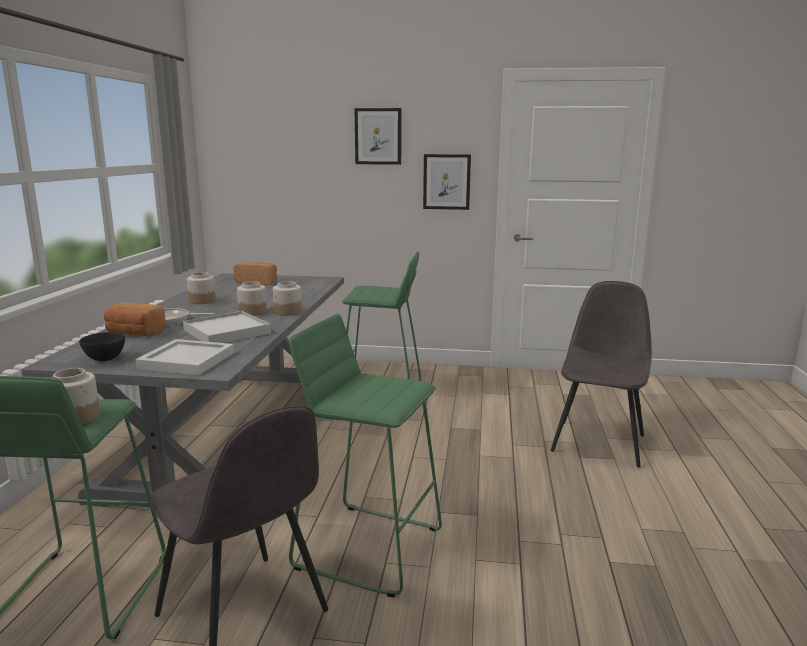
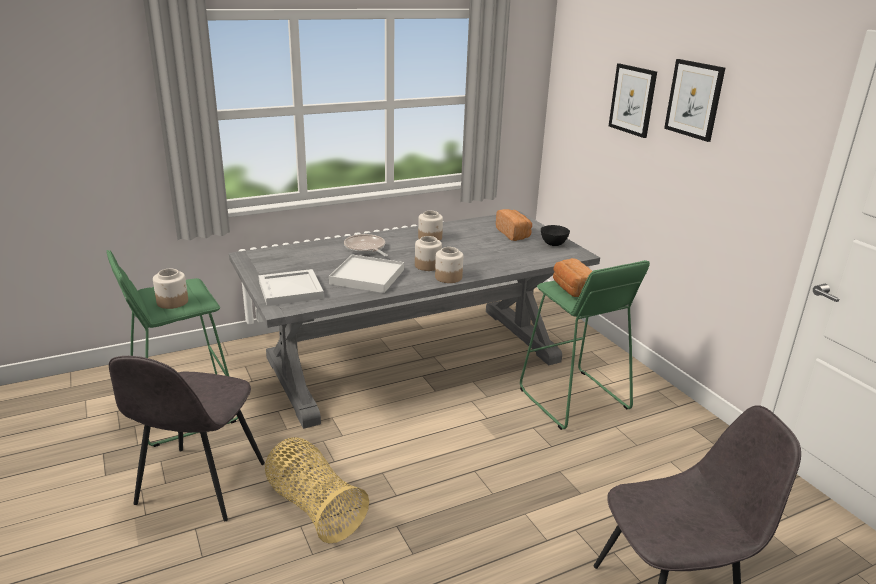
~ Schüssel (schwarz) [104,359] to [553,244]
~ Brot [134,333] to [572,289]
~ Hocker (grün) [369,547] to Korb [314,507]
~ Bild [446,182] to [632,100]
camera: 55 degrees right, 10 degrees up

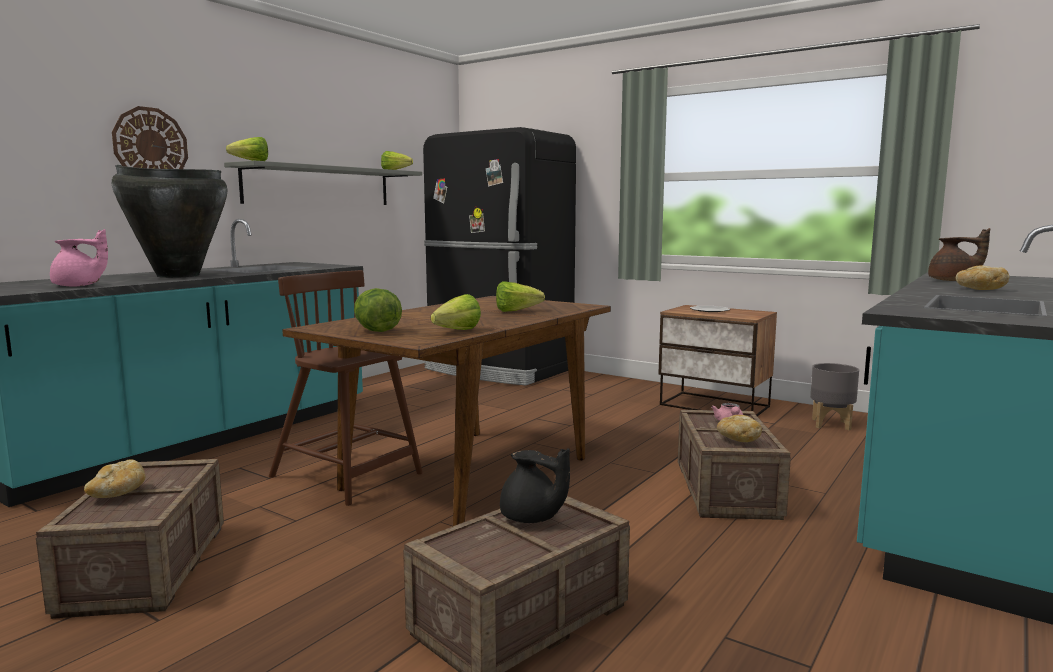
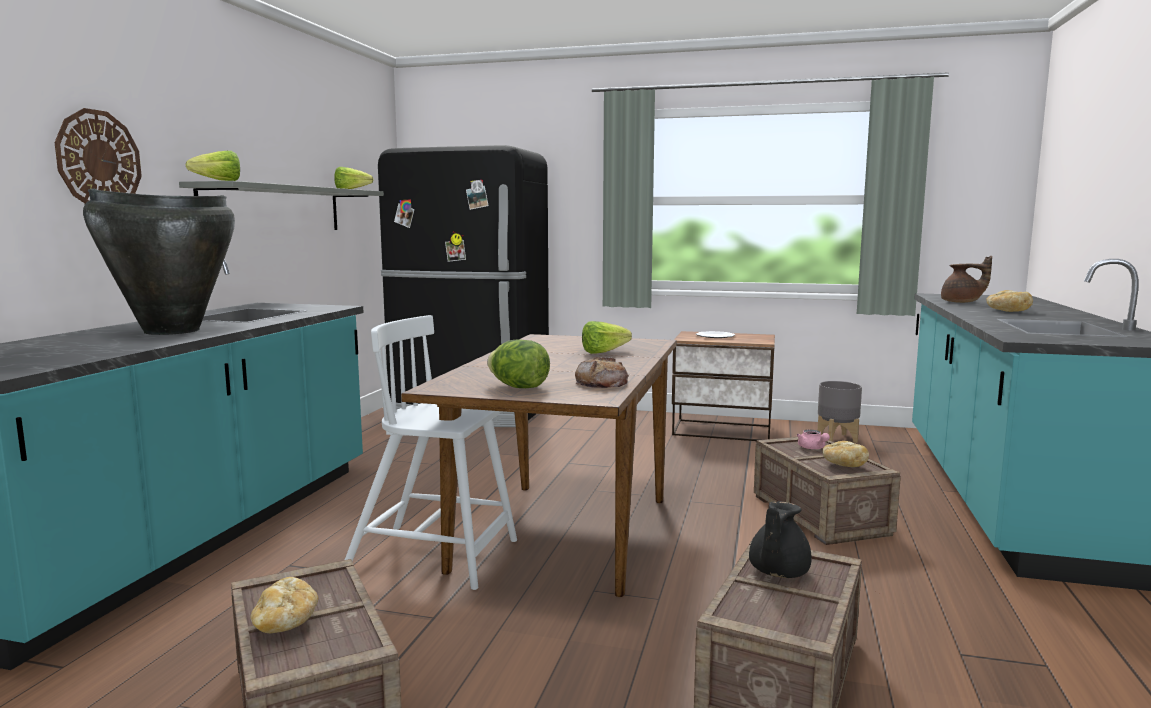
- Teekanne (rosa) [79,286]
~ Stuhl (braun) [348,476] to Stuhl (weiß) [436,556]
~ Salatkopf [452,332] to Brot [602,382]
~ Teekanne (schwarz) [532,518] = [777,571] 105 degrees clockwise
camera: 20 degrees left, 0 degrees up

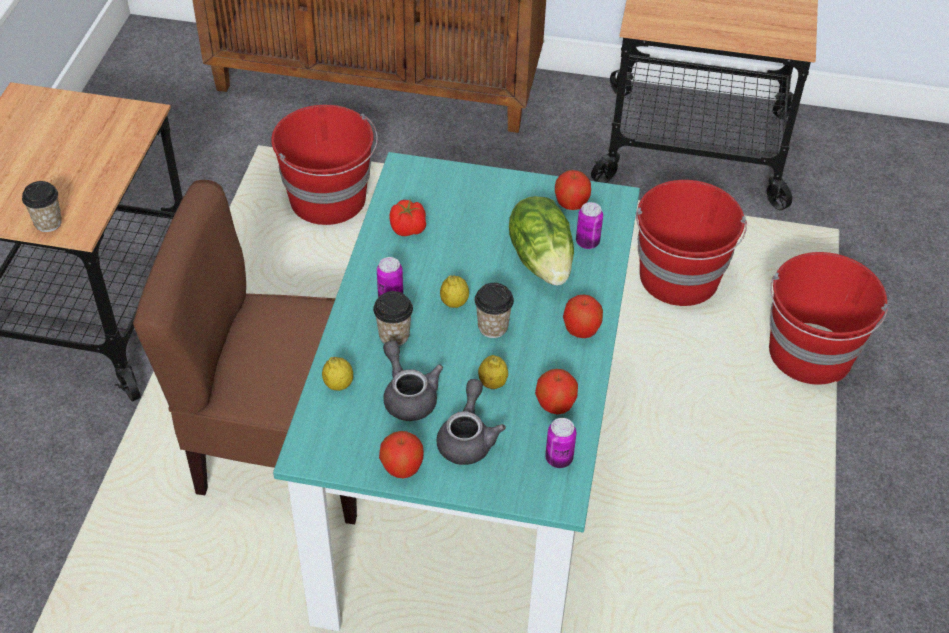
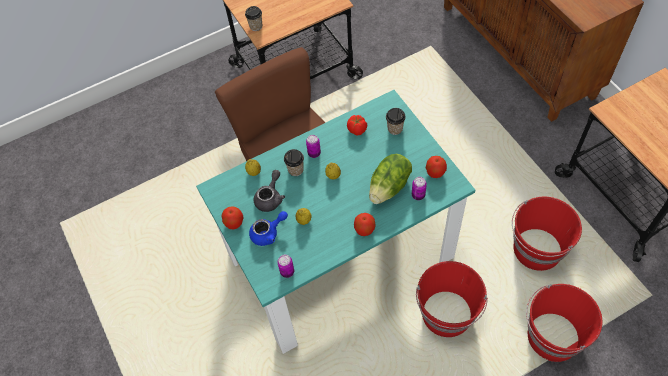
~ Eimer (rot) [329,201] to [447,315]
~ Teekanne (grau) [468,438] to Teekanne (blau) [268,233]
~ Tasse [493,327] to [395,129]
- Apfel [555,404]
camera: 55 degrees right, 10 degrees up

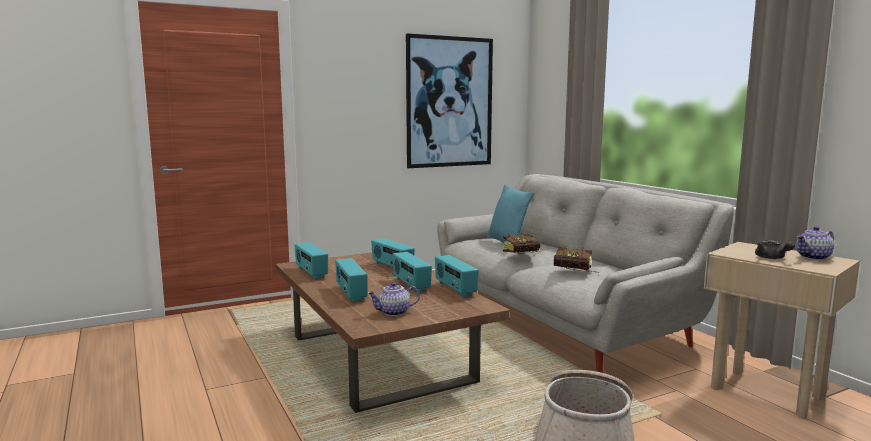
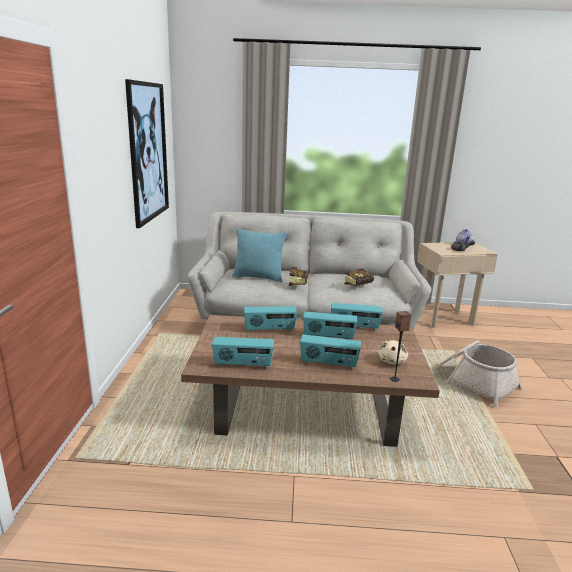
~ Teekanne [393,313] to Plüschtier (beige) [392,361]
+ Lautsprecher [395,379]
camera: 60 degrees left, 10 degrees up

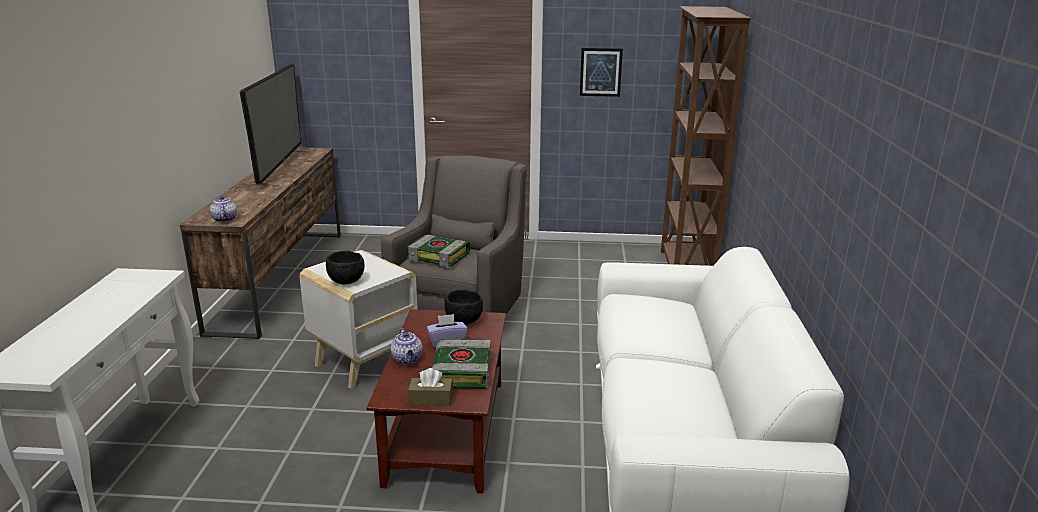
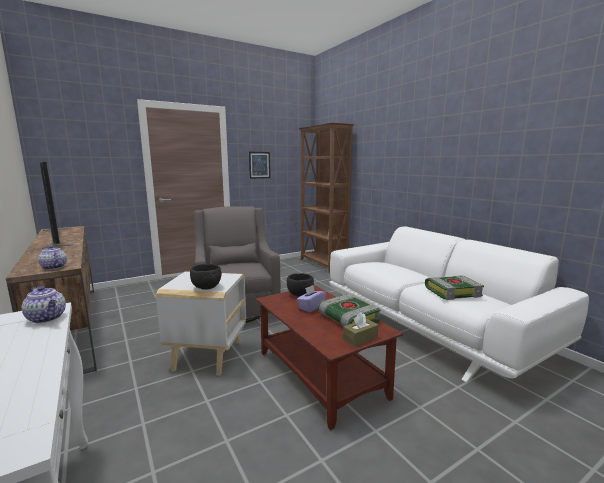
~ Teekanne [407,359] to [47,318]
~ Buch [440,256] to [452,292]
camera: 35 degrees left, 10 degrees down

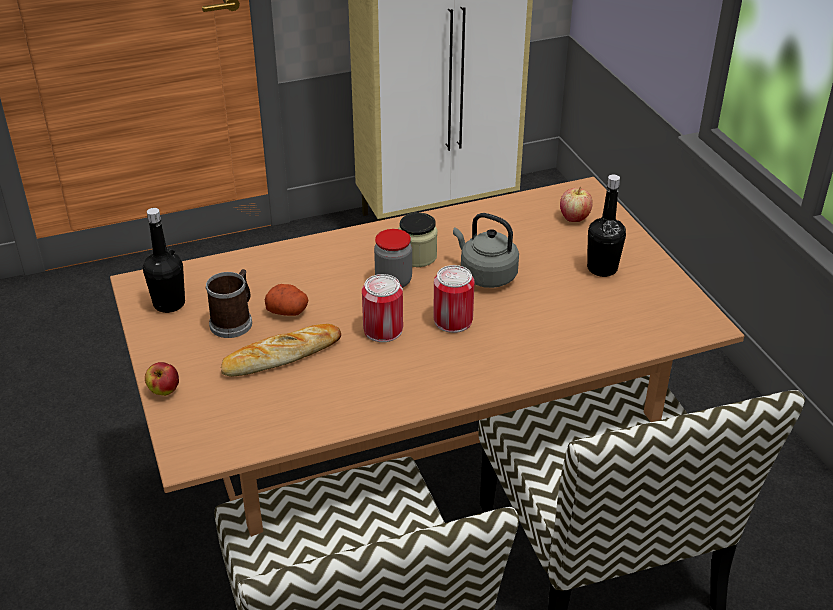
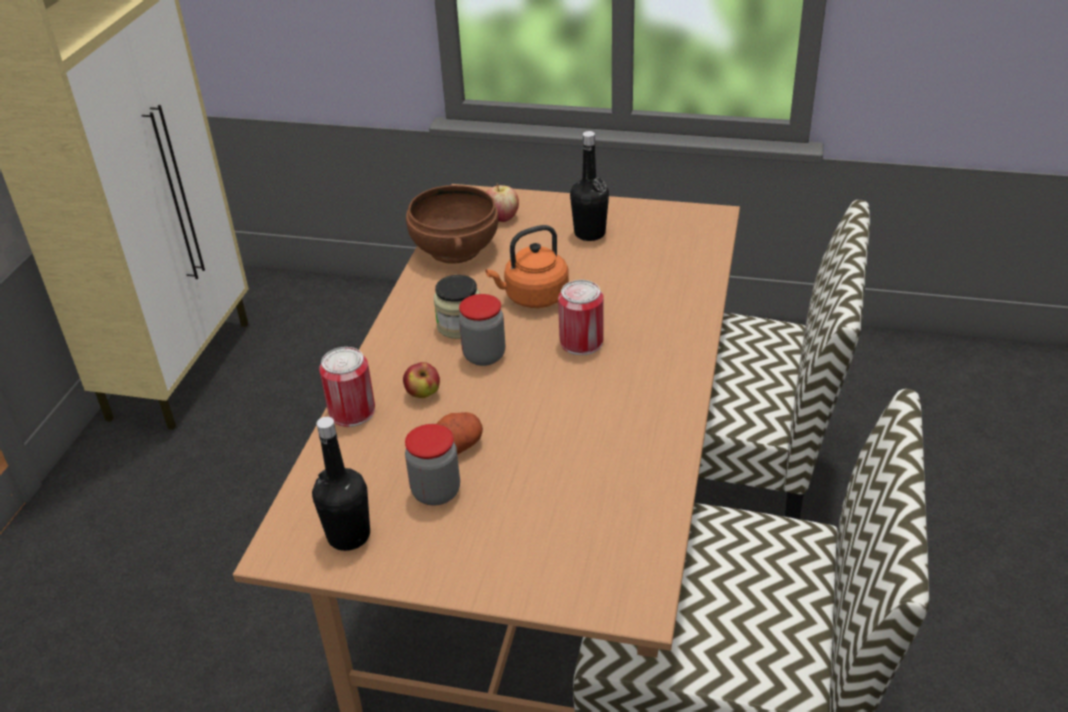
~ Apfel [164,391] to [423,394]
~ Henkelbecher [234,321] to Vorratsglas [436,492]
- Brot [281,356]
~ Dose [383,330] to [352,411]
~ Wasserkessel (grau) [485,275] to Wasserkessel (orange) [533,297]
+ Schüssel (braun) [454,250]
camera: 55 degrees left, 0 degrees up

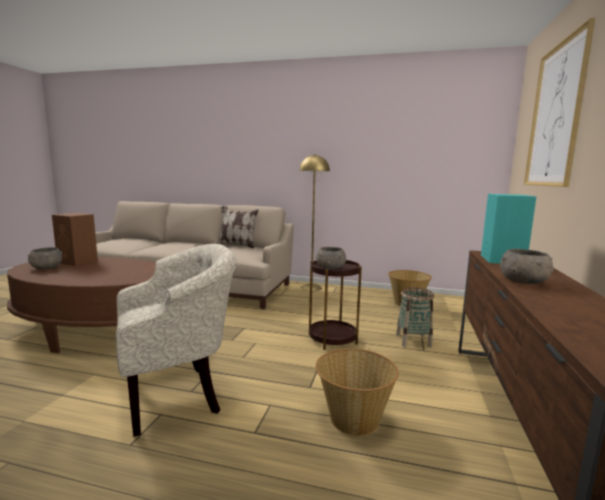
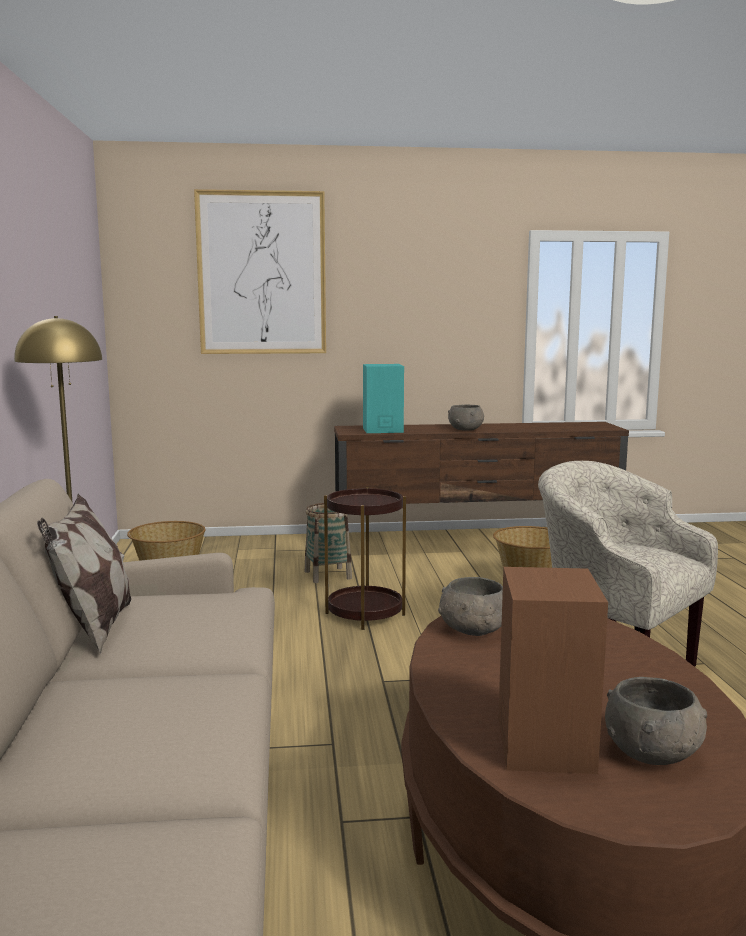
~ Schüssel (grau) [330,268] to [473,630]
camera: 110 degrees left, 0 degrees up

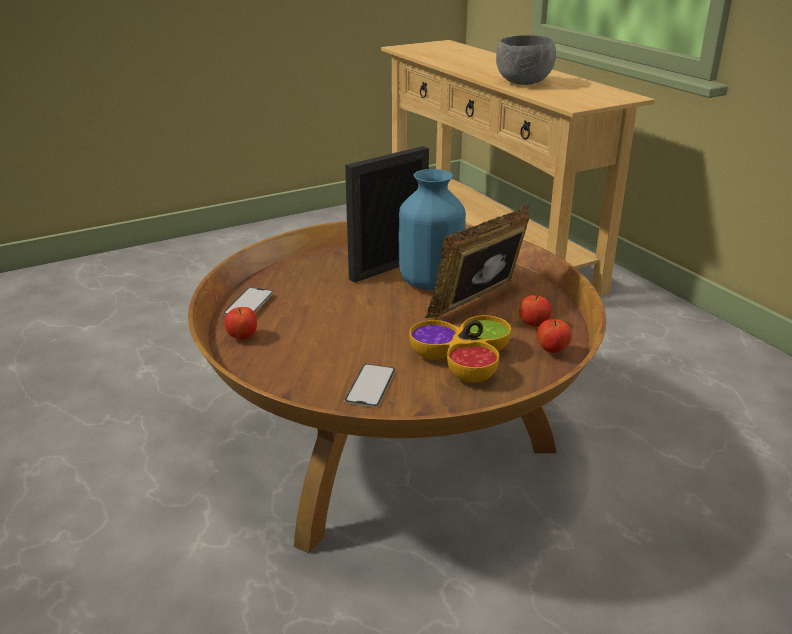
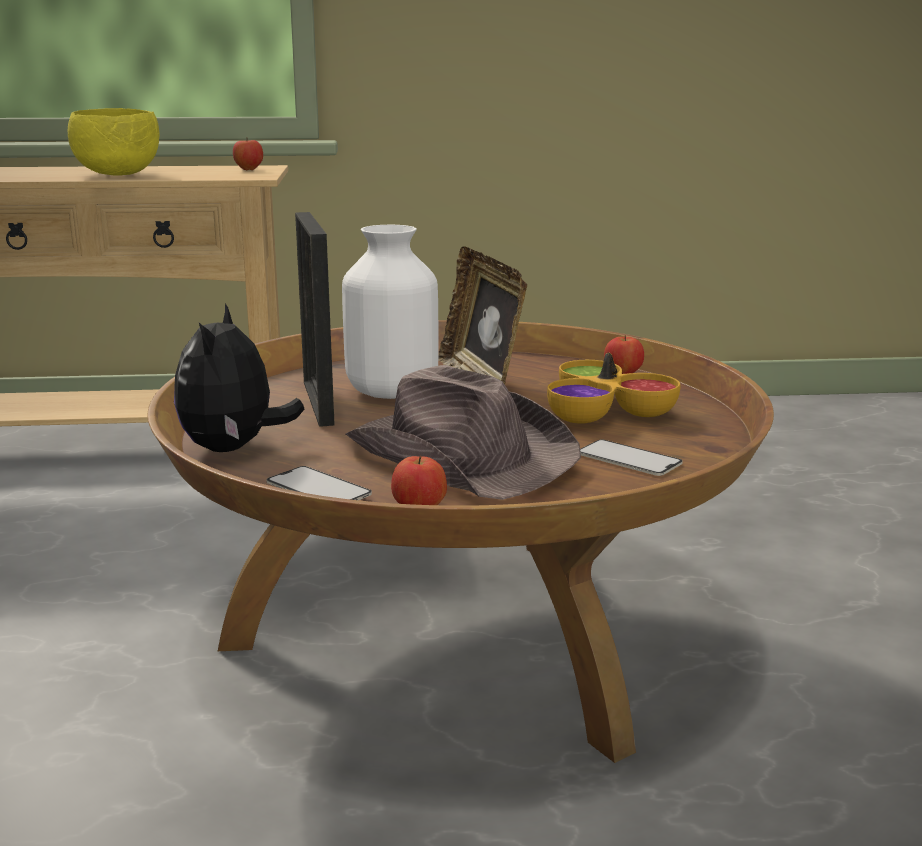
~ Vase (blau) [430,281] to Vase (weiß) [390,392]
~ Schüssel (grau) [524,83] to Schüssel (gelb) [120,175]
~ Apfel [533,324] to [248,170]
+ Plüschtier [234,449]
+ Hut (braun) [459,455]
camera: 65 degrees left, 10 degrees down

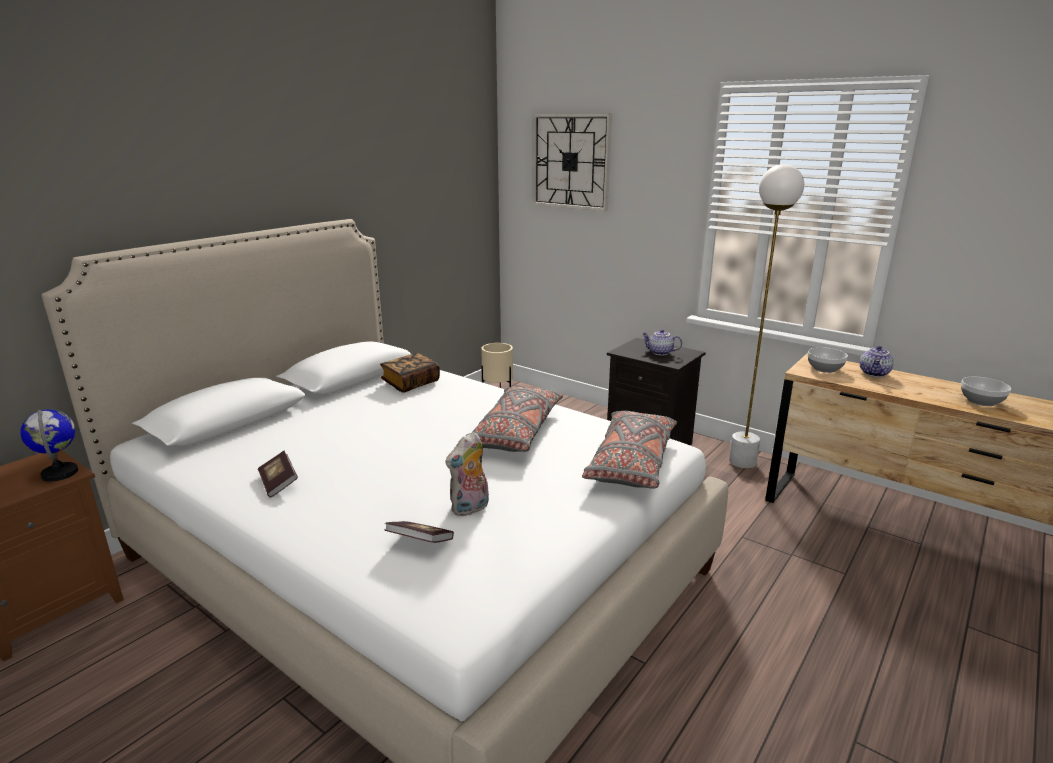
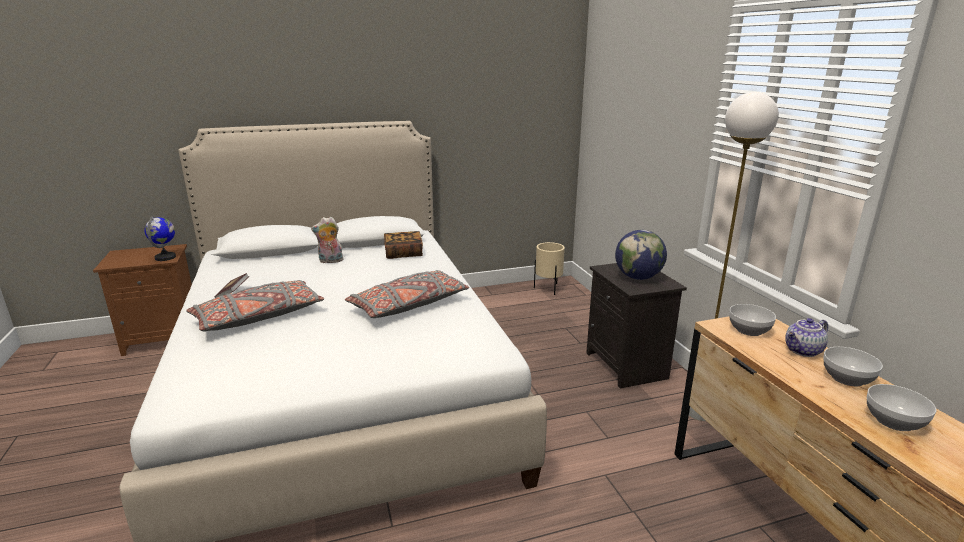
- Buch [420,542]
~ Plüschtier [470,509] to [330,261]
- Wanduhr [571,161]
~ Kissen (grau) [631,463] to [258,317]
~ Teekanne [660,353] to Globus [638,277]
+ Schüssel [846,378]
camera: 35 degrees right, 0 degrees up

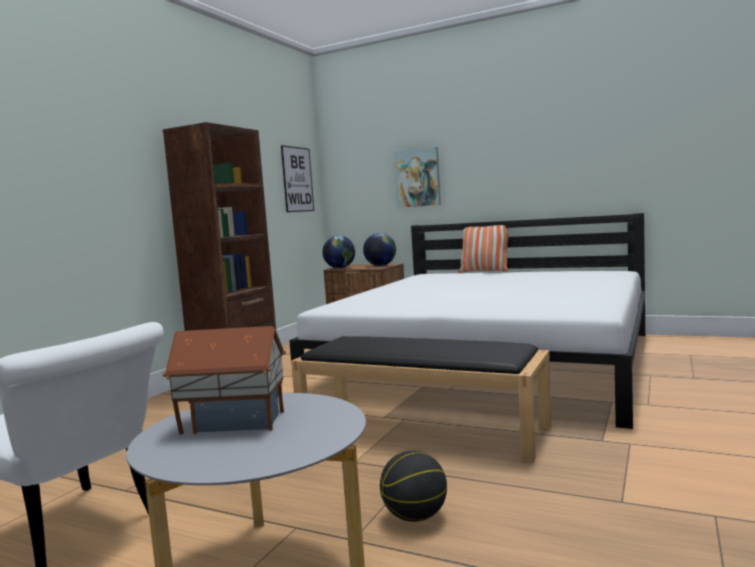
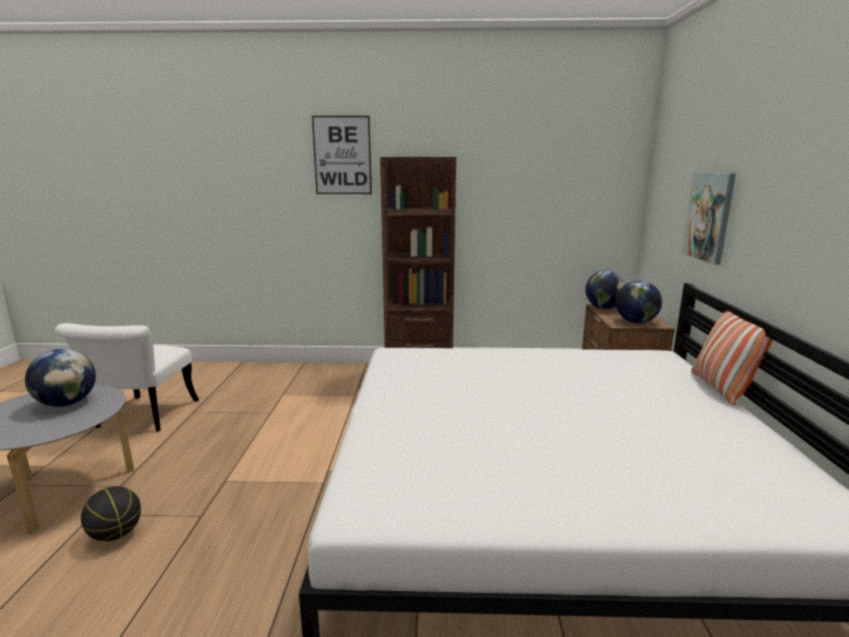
~ Spielzeughaus [233,421] to Globus [67,403]
~ Bild [297,179] to [342,155]
- Bank (schwarz) [423,429]
camera: 65 degrees right, 10 degrees up

